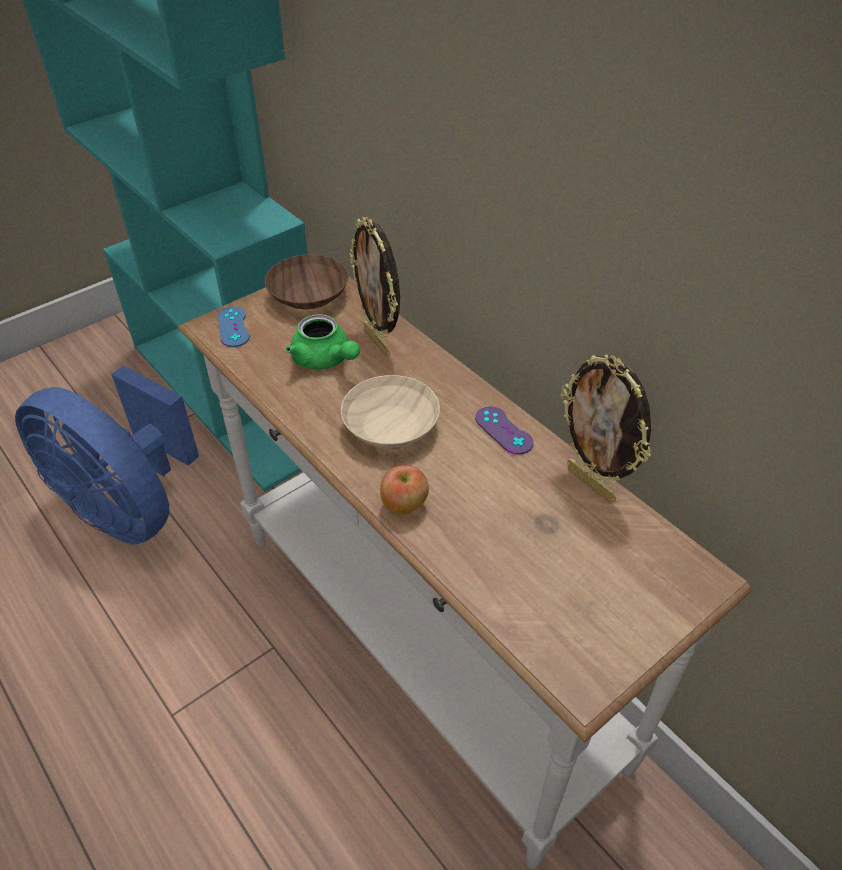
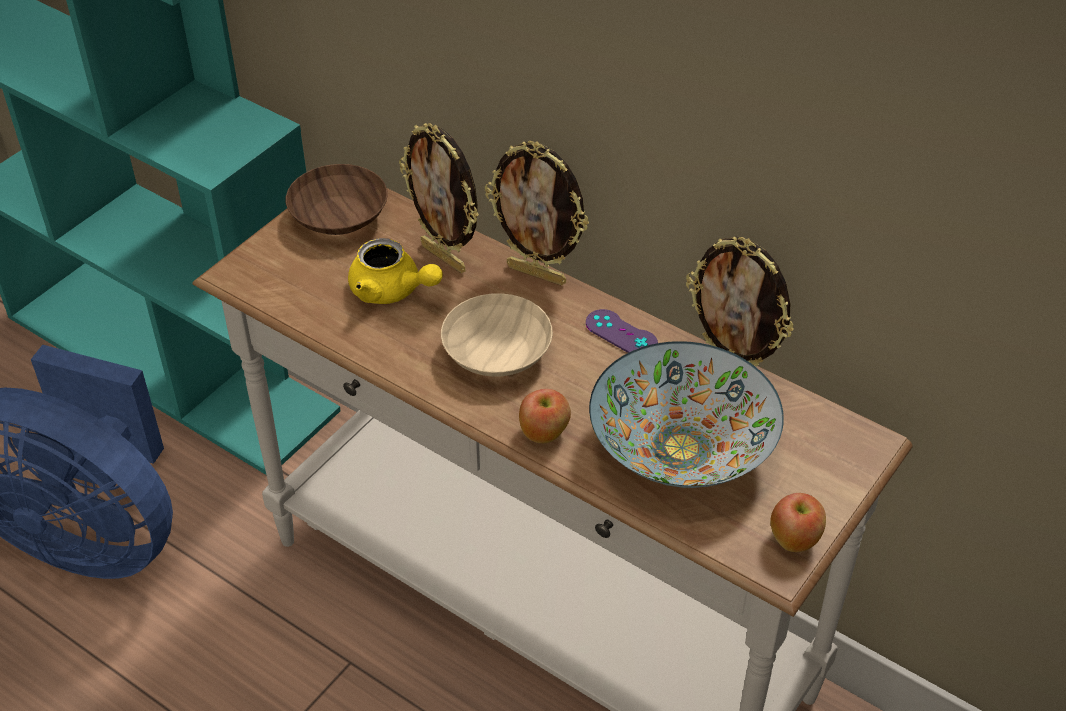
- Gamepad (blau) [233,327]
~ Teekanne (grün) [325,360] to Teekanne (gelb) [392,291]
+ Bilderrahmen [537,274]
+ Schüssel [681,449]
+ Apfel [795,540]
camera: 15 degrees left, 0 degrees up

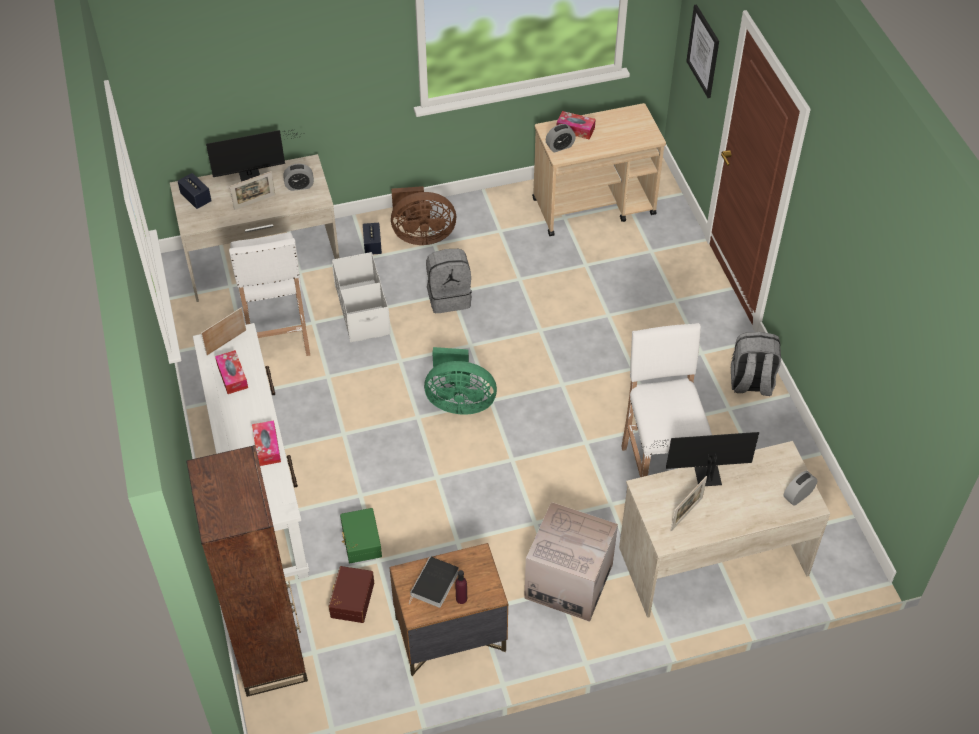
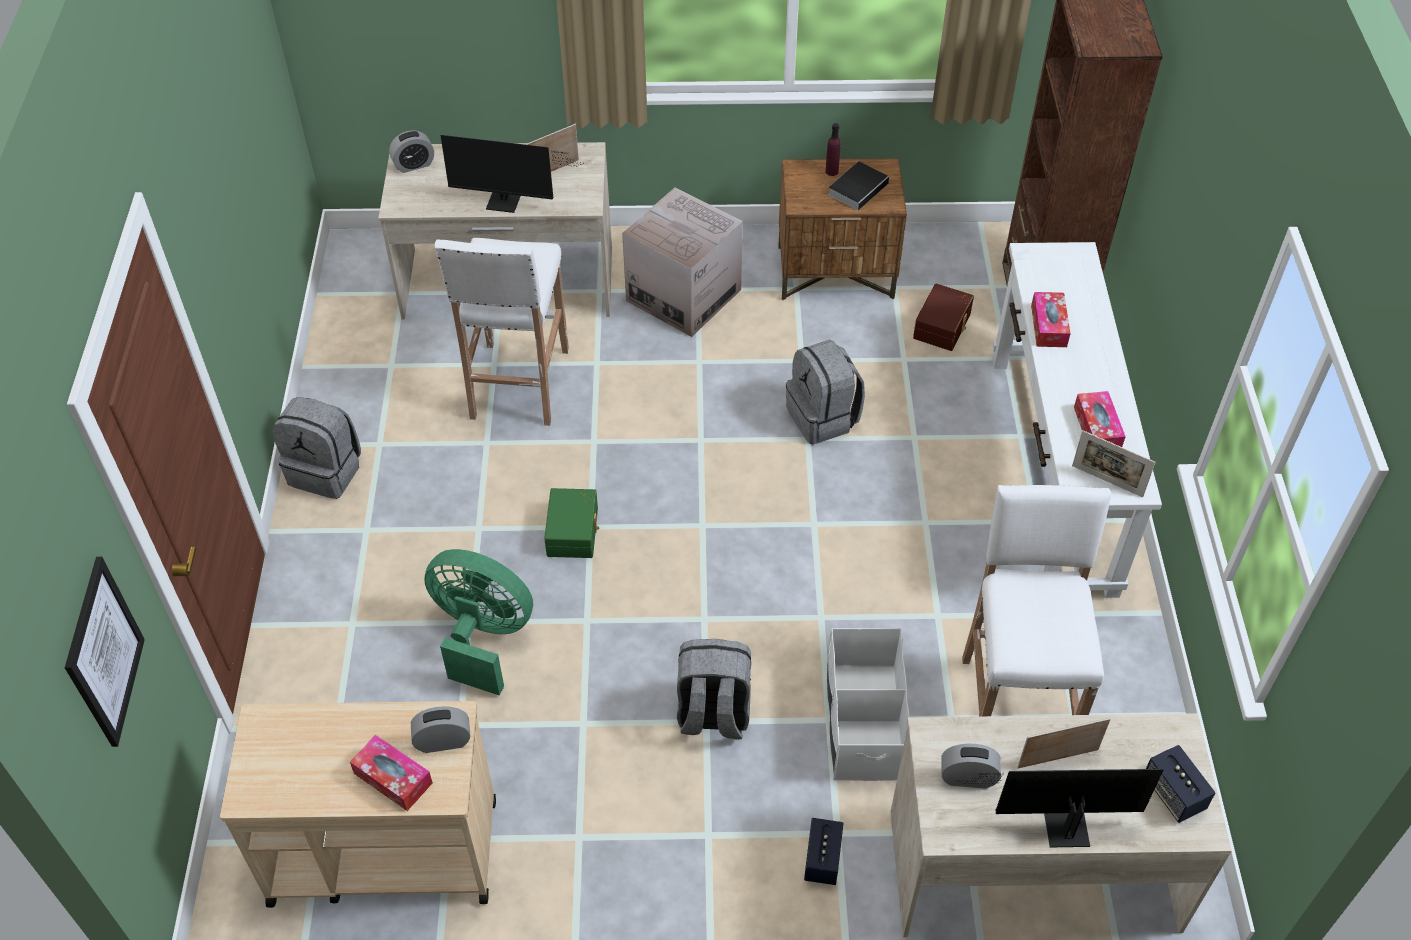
~ Bilderrahmen [226,342] = [1107,481] 60 degrees clockwise
~ Aufbewahrungsbox (grün) [360,541] to [574,531]
- Ventilator (braun) [421,235]
~ Ventilator (grün) [459,402] to [482,637]
+ Rucksack (grau) [823,418]
camera: 165 degrees left, 0 degrees up

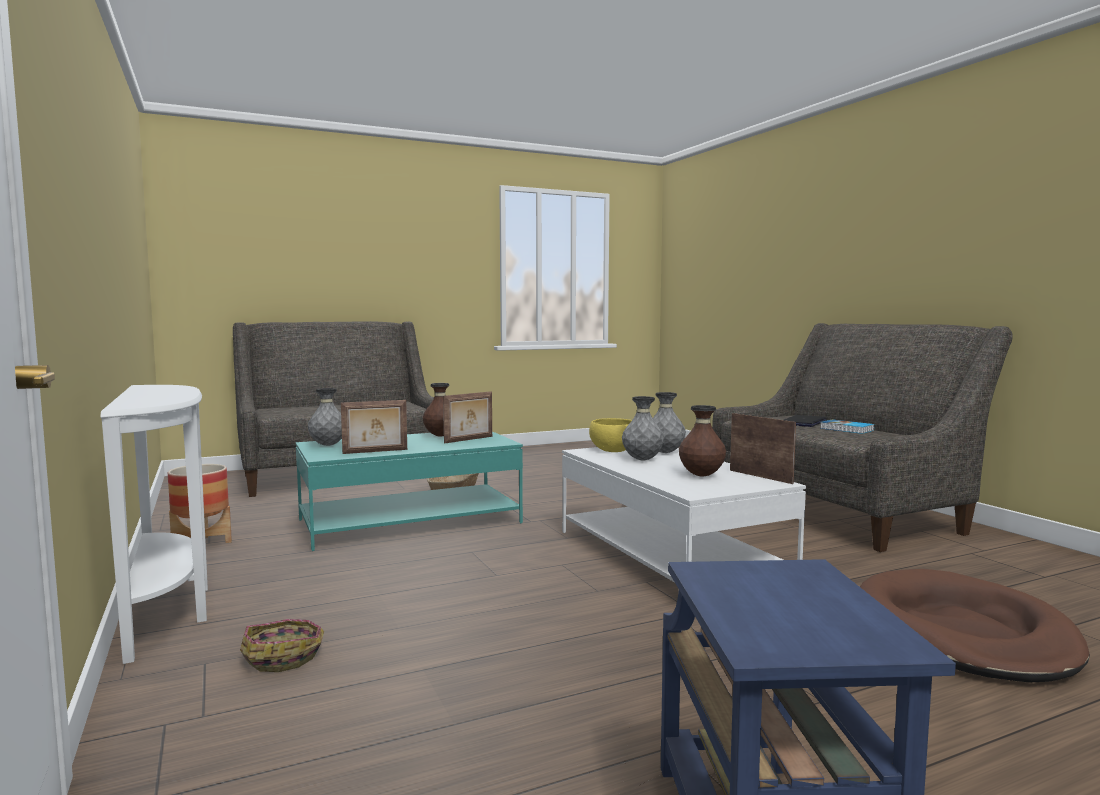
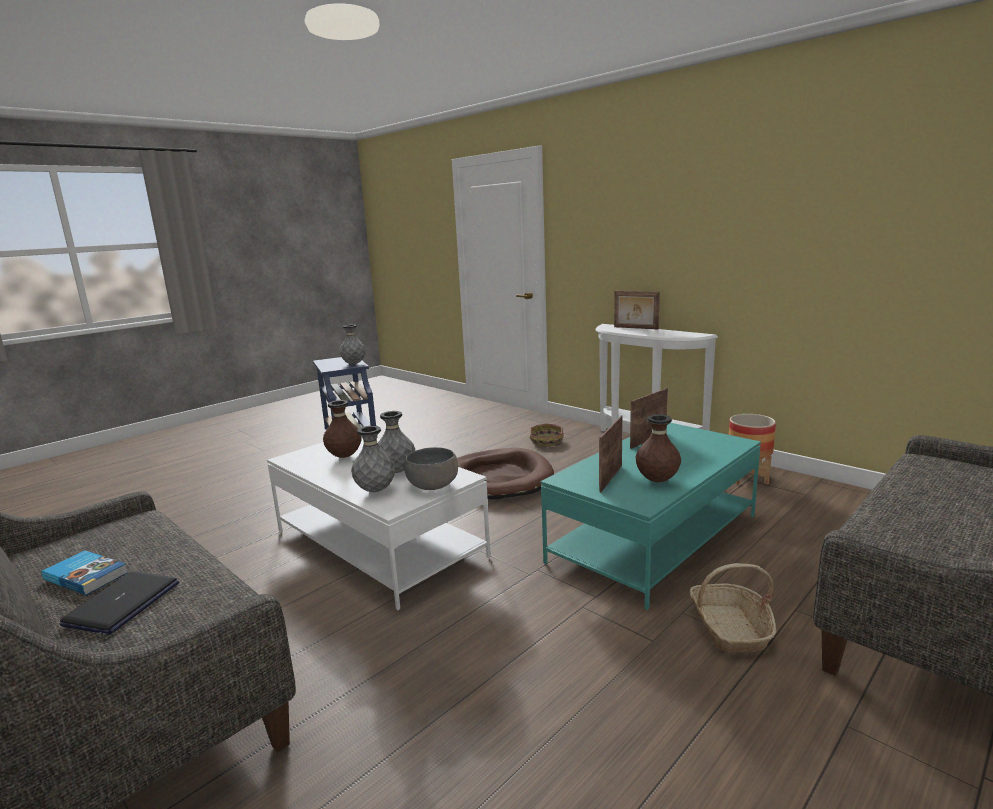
~ Vase (grau) [328,445] to [354,364]
~ Schüssel (gelb) [612,450] to Schüssel (grau) [433,485]
~ Bilderrahmen [761,476] to [635,328]
~ Hundebett (braun) [962,633] to [499,478]
camera: 160 degrees right, 10 degrees up

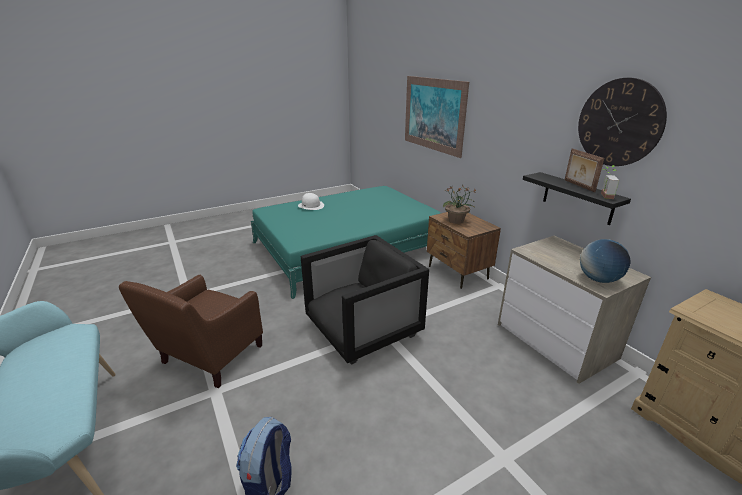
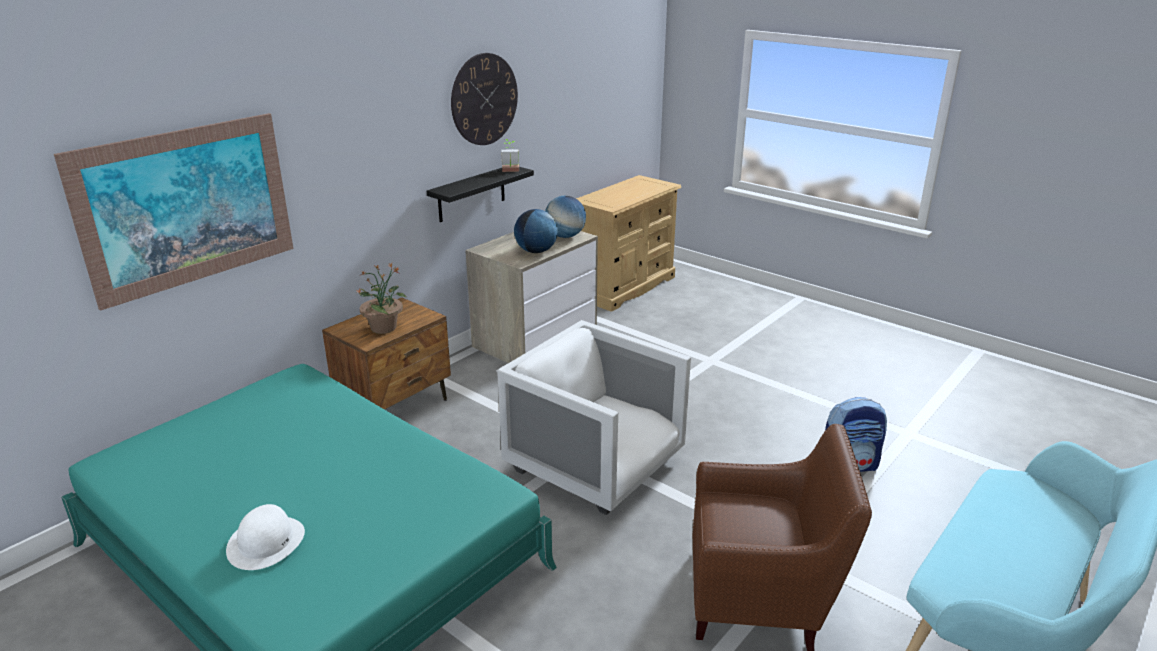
~ Sessel (schwarz) [363,330] to Sessel (weiß) [595,465]
- Bilderrahmen [578,185]
+ Globus [536,251]
camera: 110 degrees left, 0 degrees up

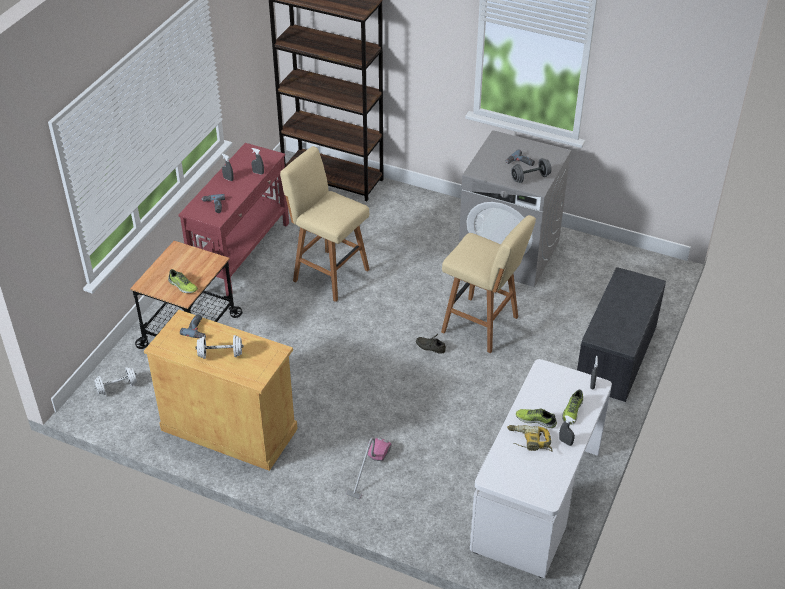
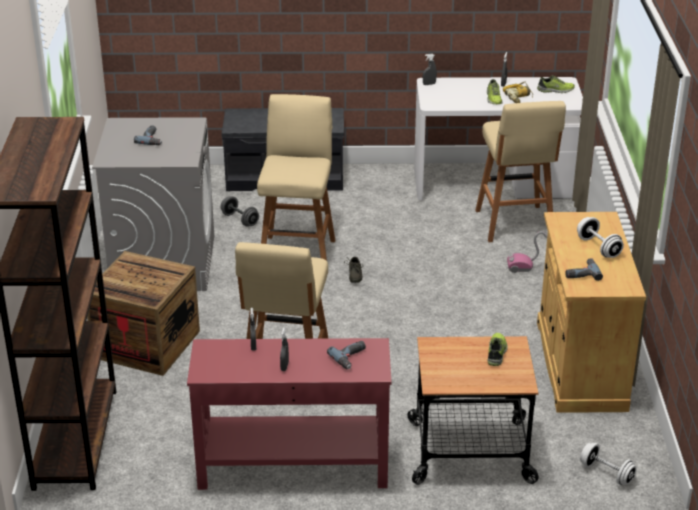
~ Hantel (grau) [530,178] to [240,220]
~ Schuh [572,411] to [555,90]
+ Kiste [146,344]
+ Hocker (beige) [514,225]
camera: 115 degrees left, 10 degrees down

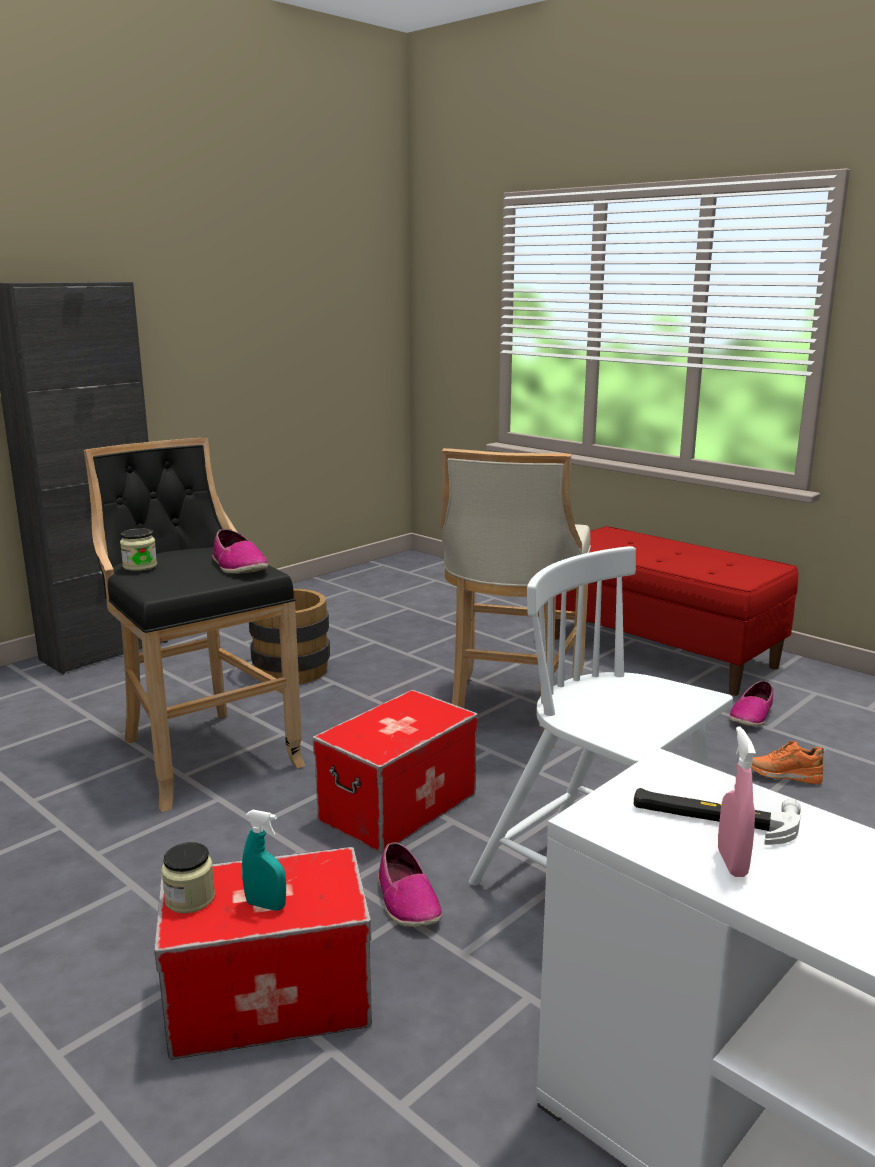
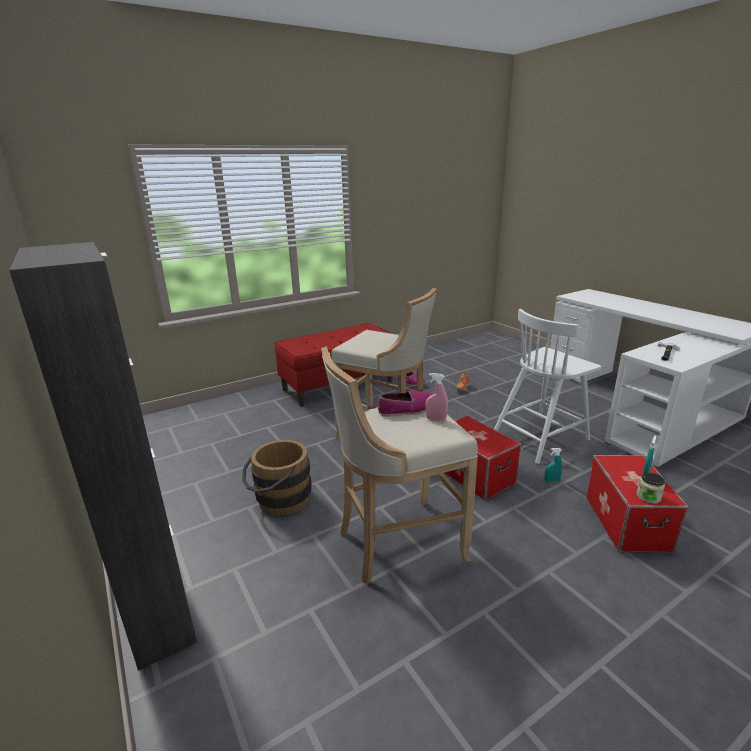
~ Hocker (schwarz) [202,753] to Hocker (beige) [396,543]
- Vorratsglas [140,566]
~ Schuh [406,901] to Sprühflasche (türkis) [551,480]
~ Sprühflasche (rosa) [732,863] to [436,419]
camera: 75 degrees left, 5 degrees up

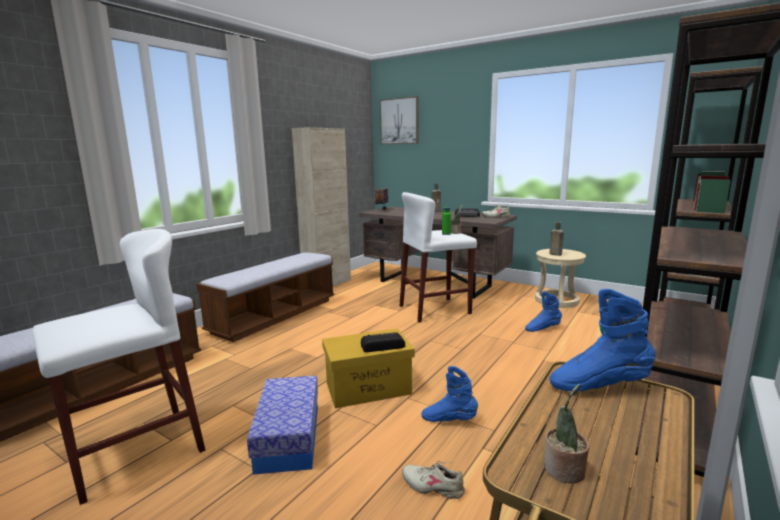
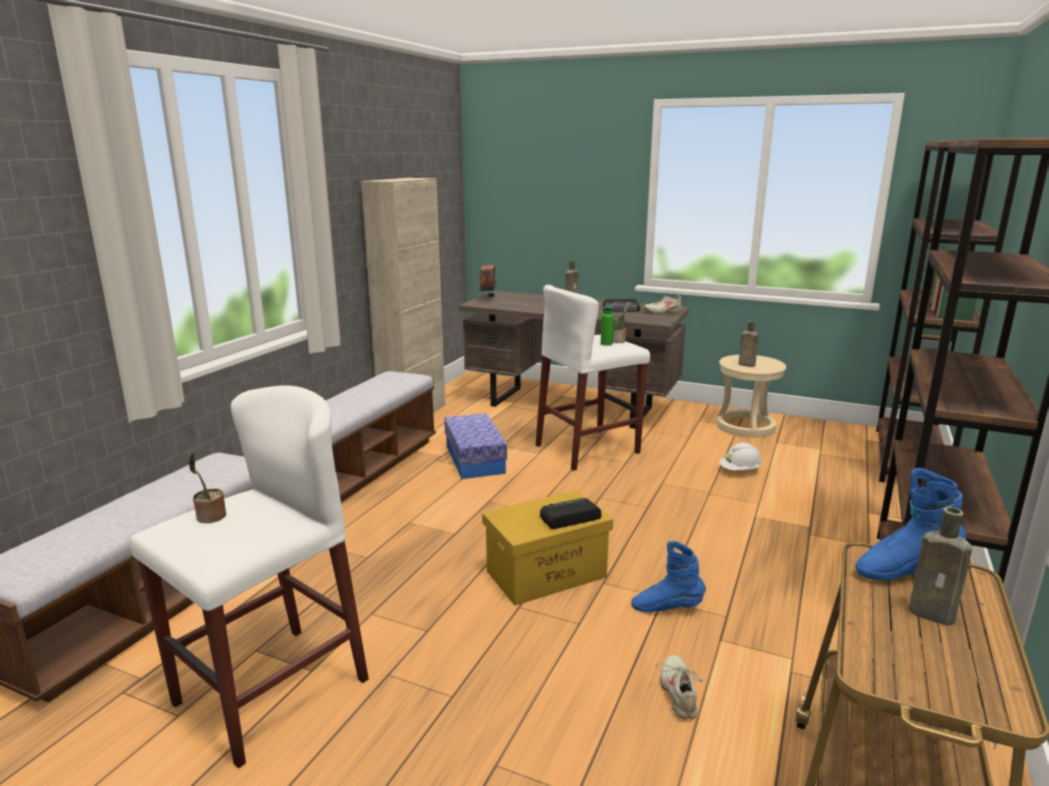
~ Aufbewahrungsbox [288,437] to [474,459]
- Bild [399,121]
~ Schuh (beige) [433,486] = [679,693] 75 degrees clockwise
~ Stiefel (blau) [542,329] to Schutzhelm (weiß) [740,471]
~ Topfpflanze [564,471] to [210,517]
+ Flasche (braun) [935,615]
camera: 10 degrees left, 5 degrees up

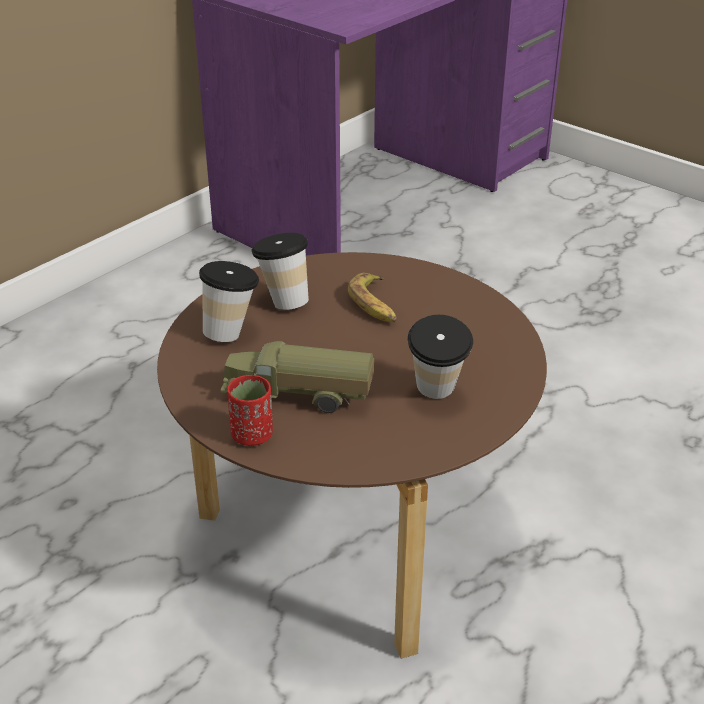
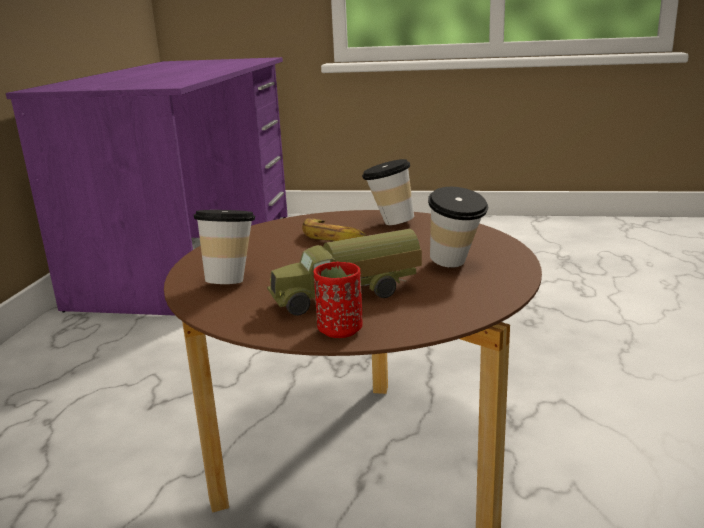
~ Tasse [283,300] to [389,222]
camera: 30 degrees left, 15 degrees down

